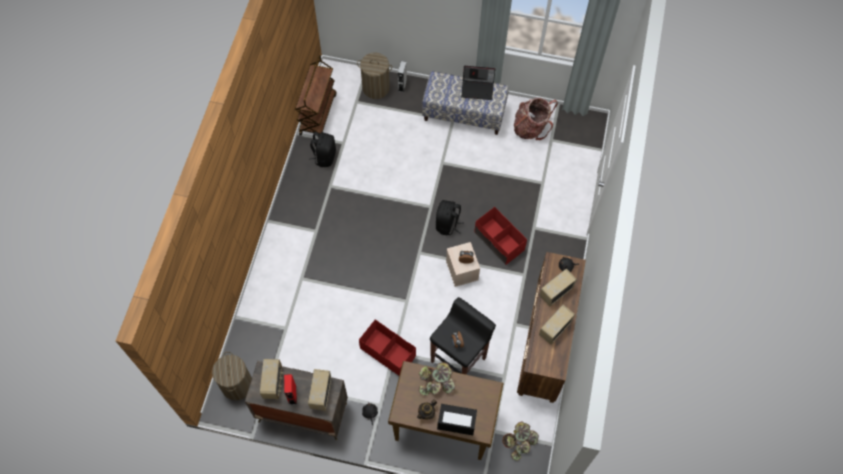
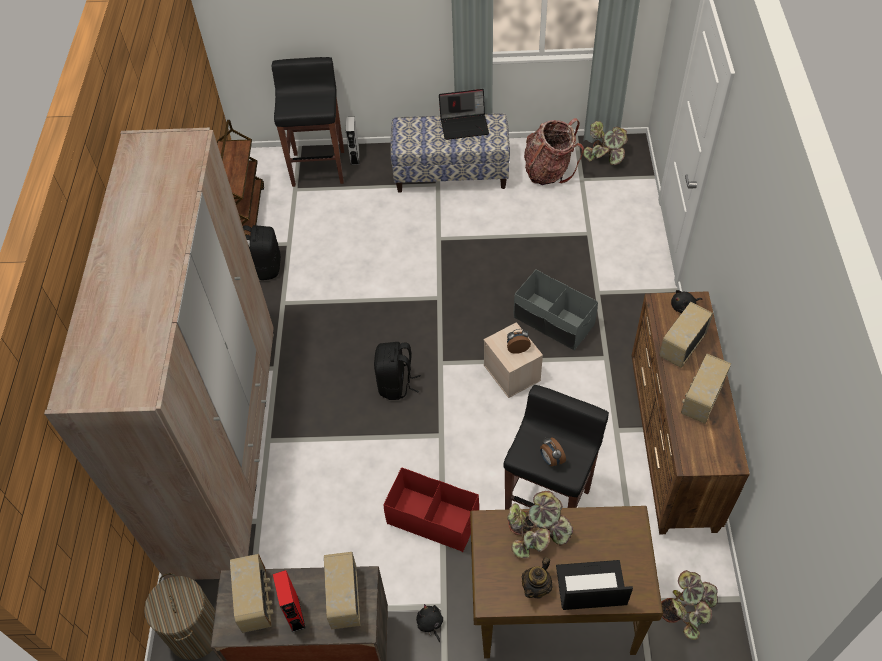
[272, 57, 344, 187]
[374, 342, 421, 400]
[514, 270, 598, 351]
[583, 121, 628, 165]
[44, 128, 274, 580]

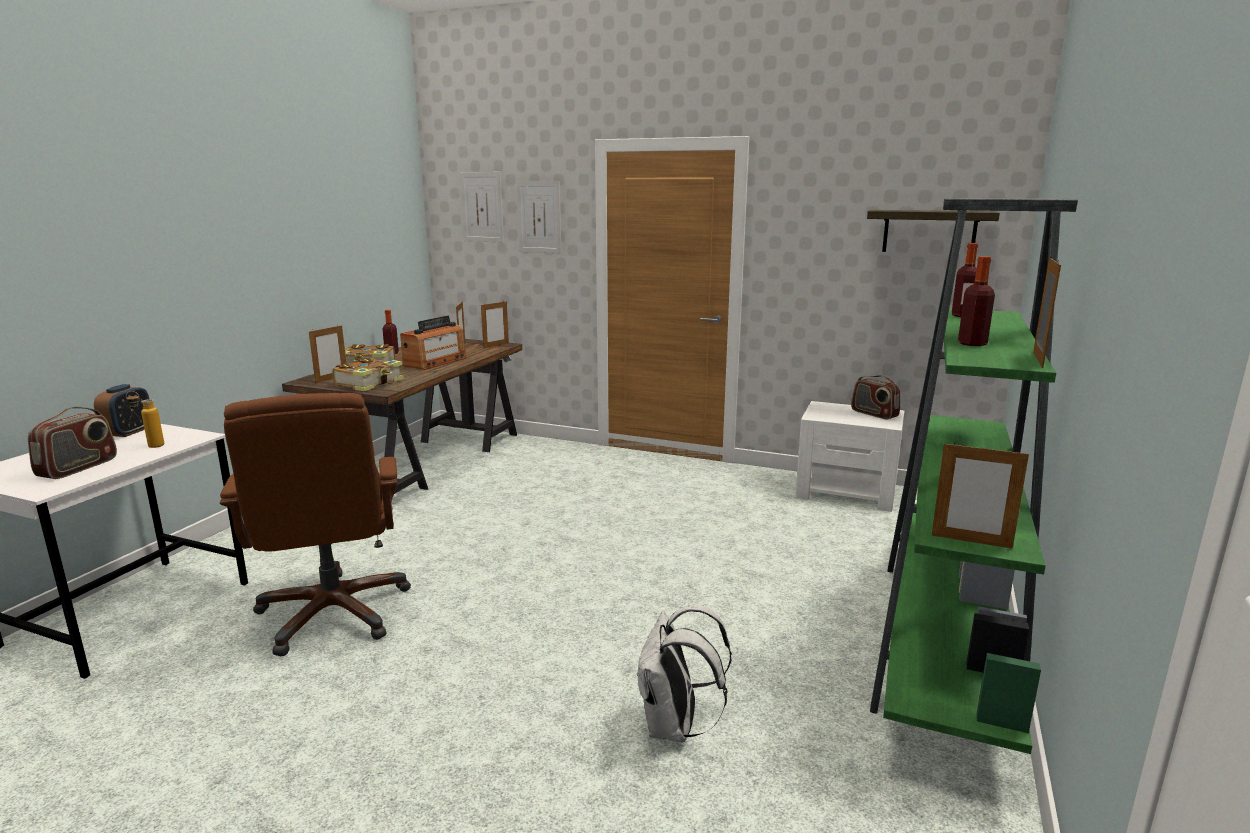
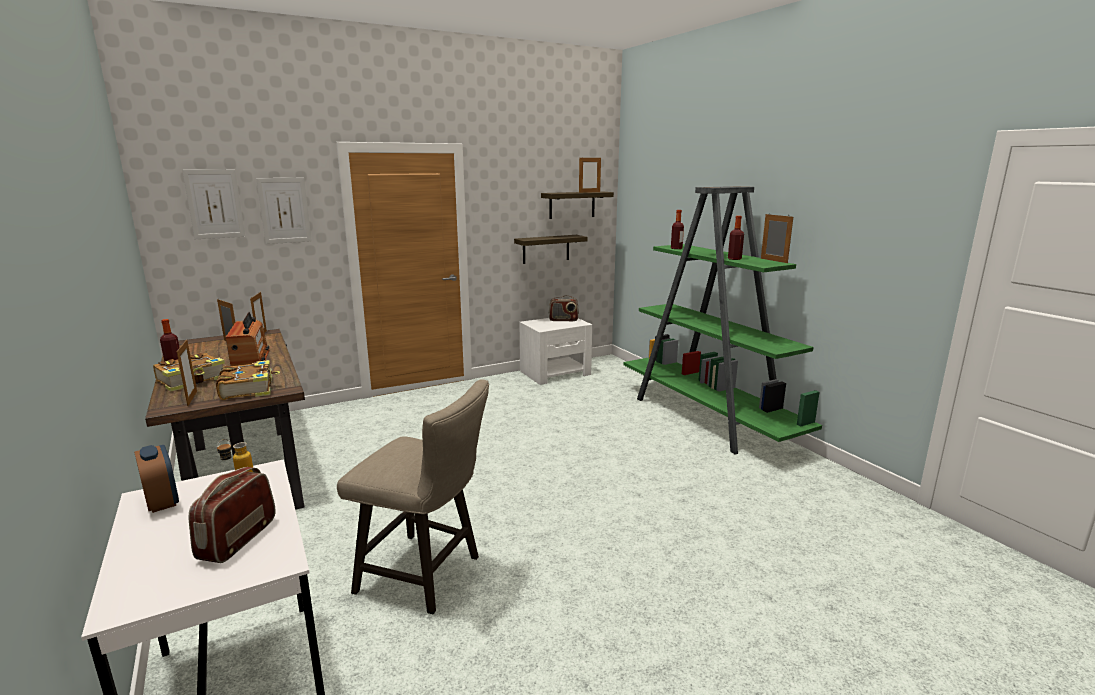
[337, 380, 489, 614]
[189, 467, 275, 563]
[579, 158, 601, 193]
[636, 605, 732, 743] (first image)
[514, 235, 588, 264]

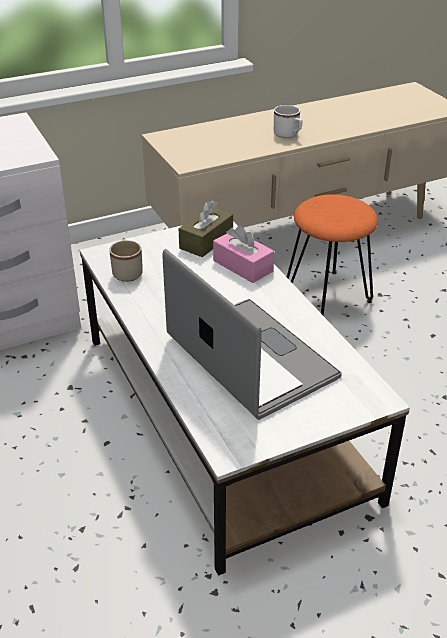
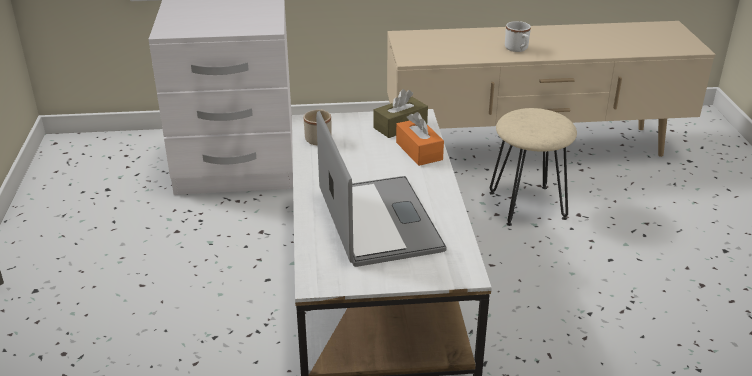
[490, 108, 577, 226]
[396, 112, 444, 166]

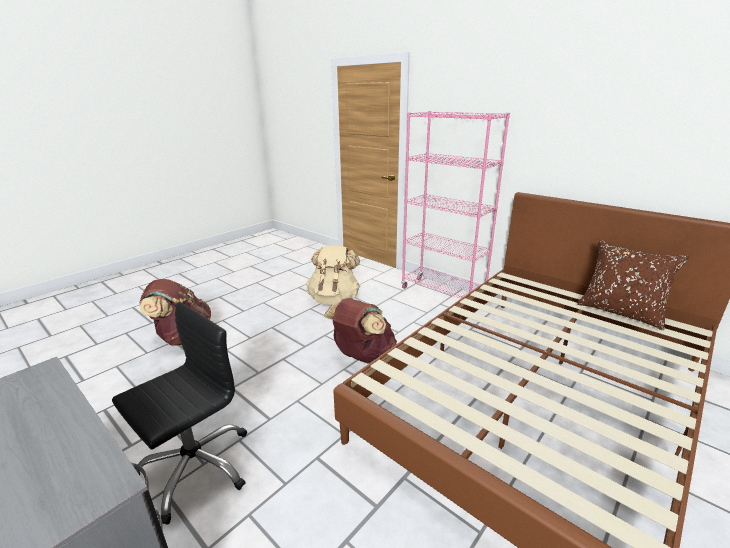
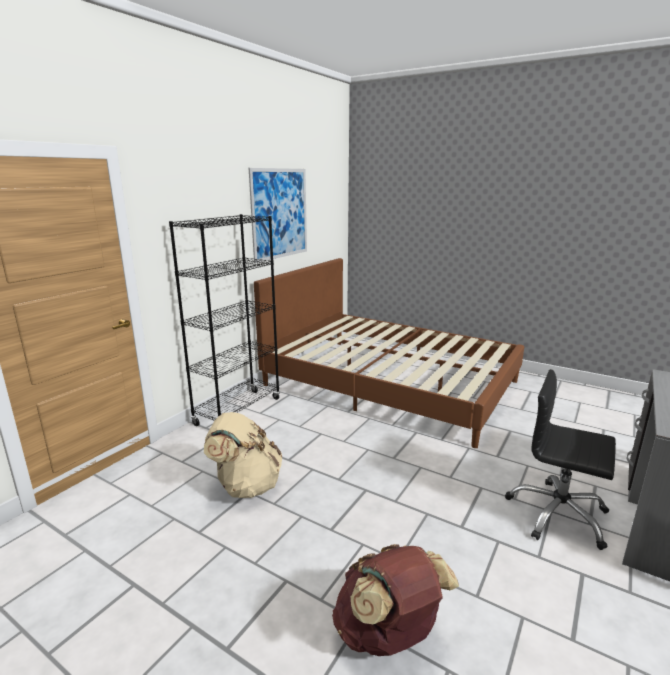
[169, 214, 280, 426]
[577, 239, 690, 331] (first image)
[323, 298, 397, 364] (first image)
[249, 168, 307, 263]

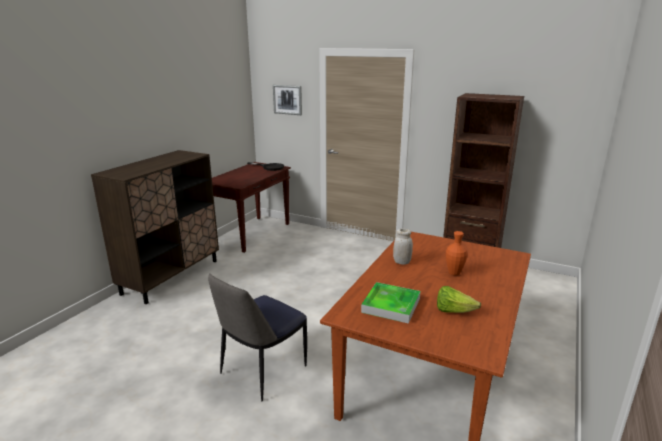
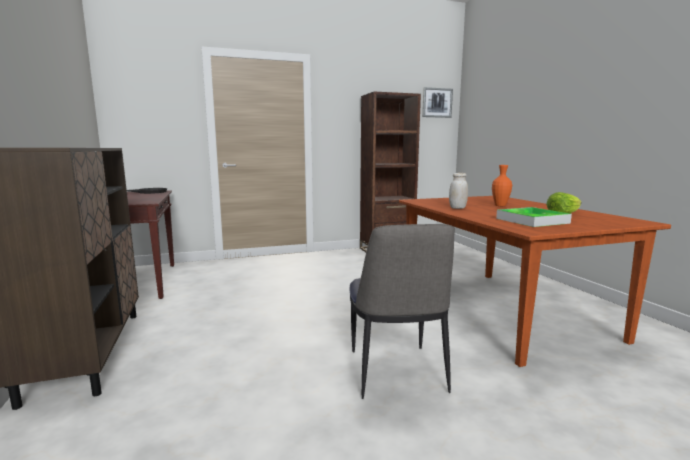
[422, 87, 453, 118]

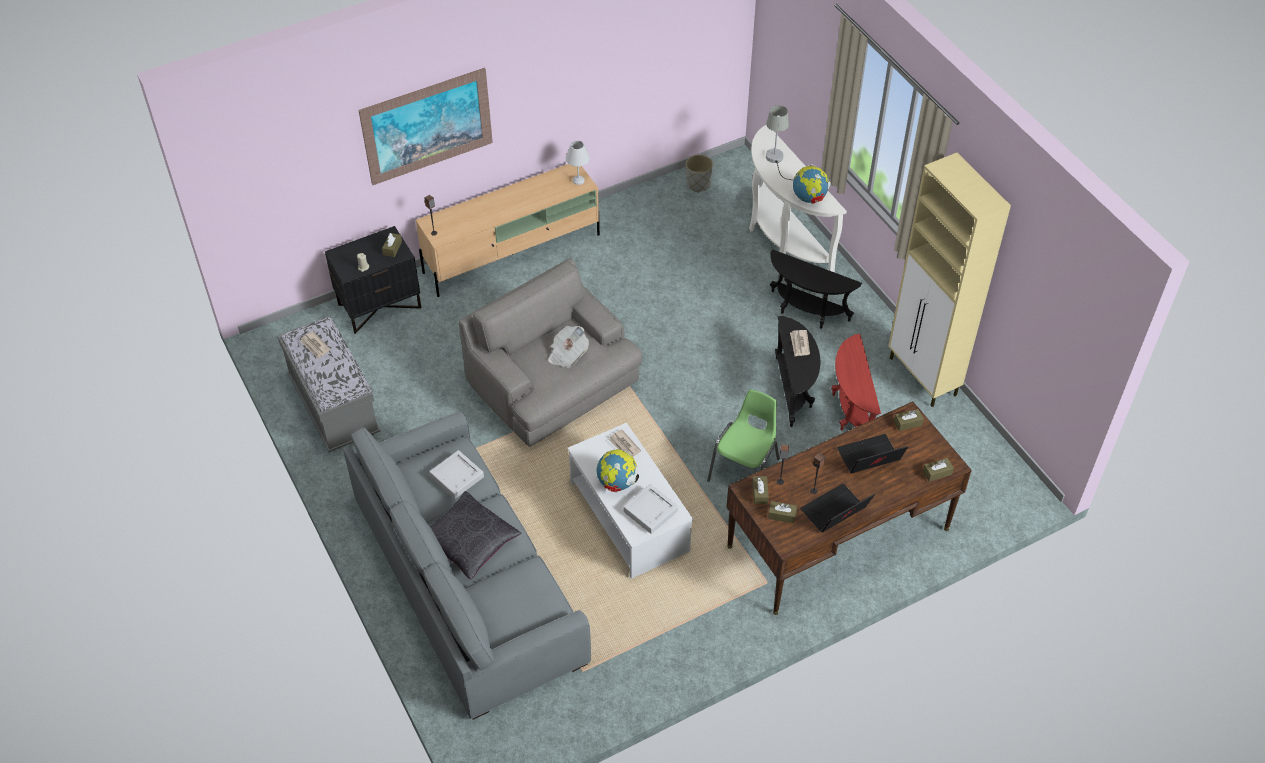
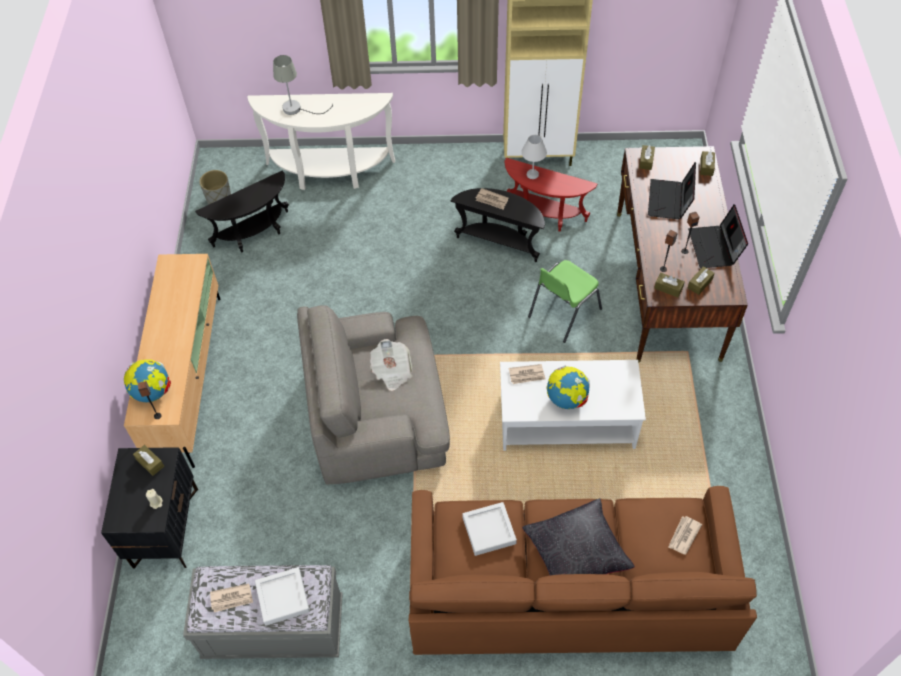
[359, 68, 493, 185] (first image)
[521, 135, 547, 179]
[124, 359, 171, 402]
[195, 170, 289, 253]
[528, 260, 602, 343]
[409, 486, 757, 655]
[255, 567, 310, 626]
[668, 516, 702, 554]

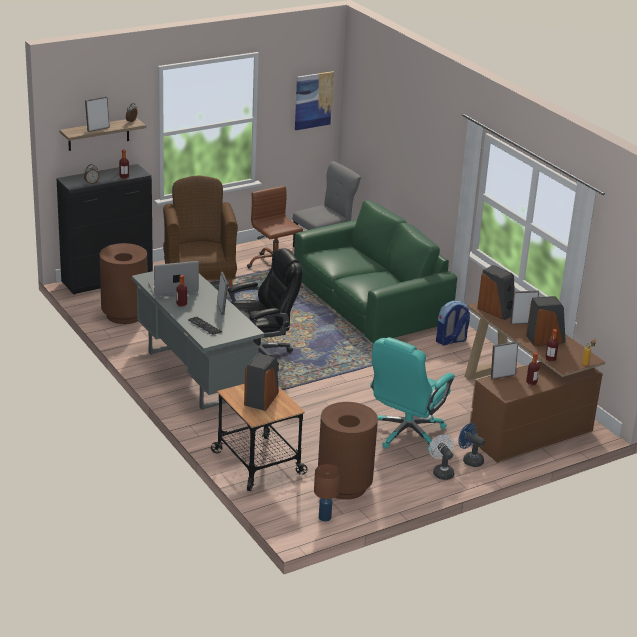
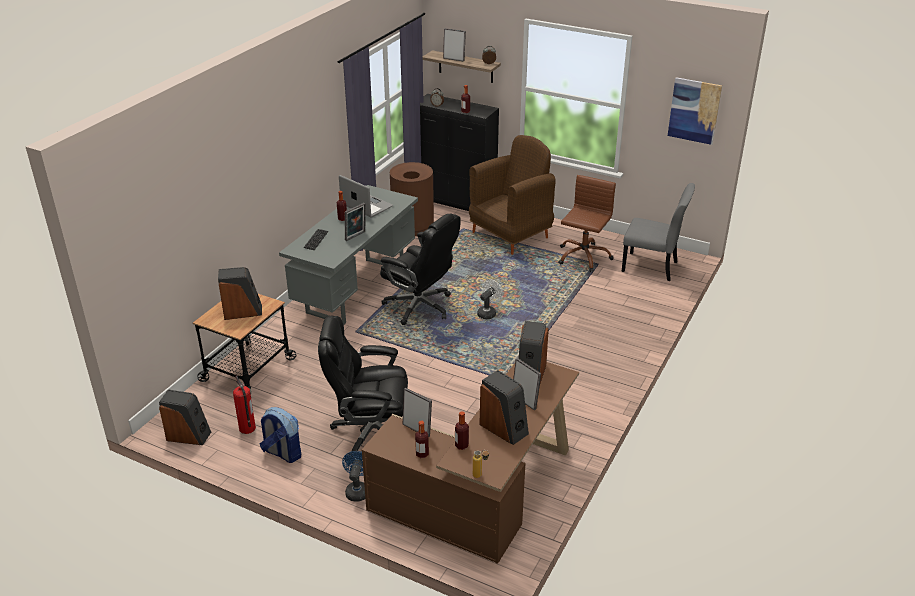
[294, 200, 457, 343] (first image)
[260, 407, 301, 463]
[318, 316, 408, 458]
[233, 376, 256, 434]
[477, 279, 503, 319]
[159, 389, 211, 445]

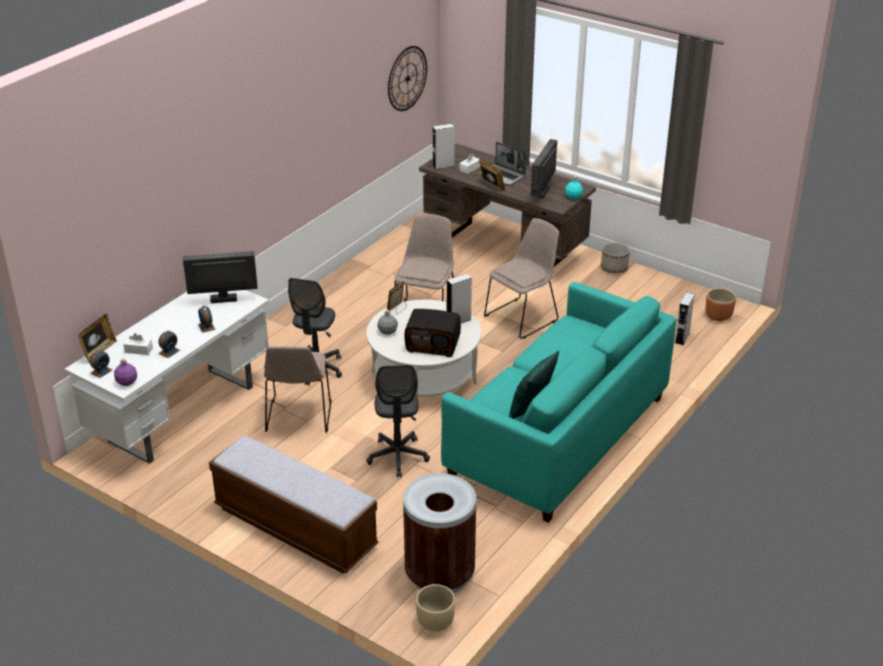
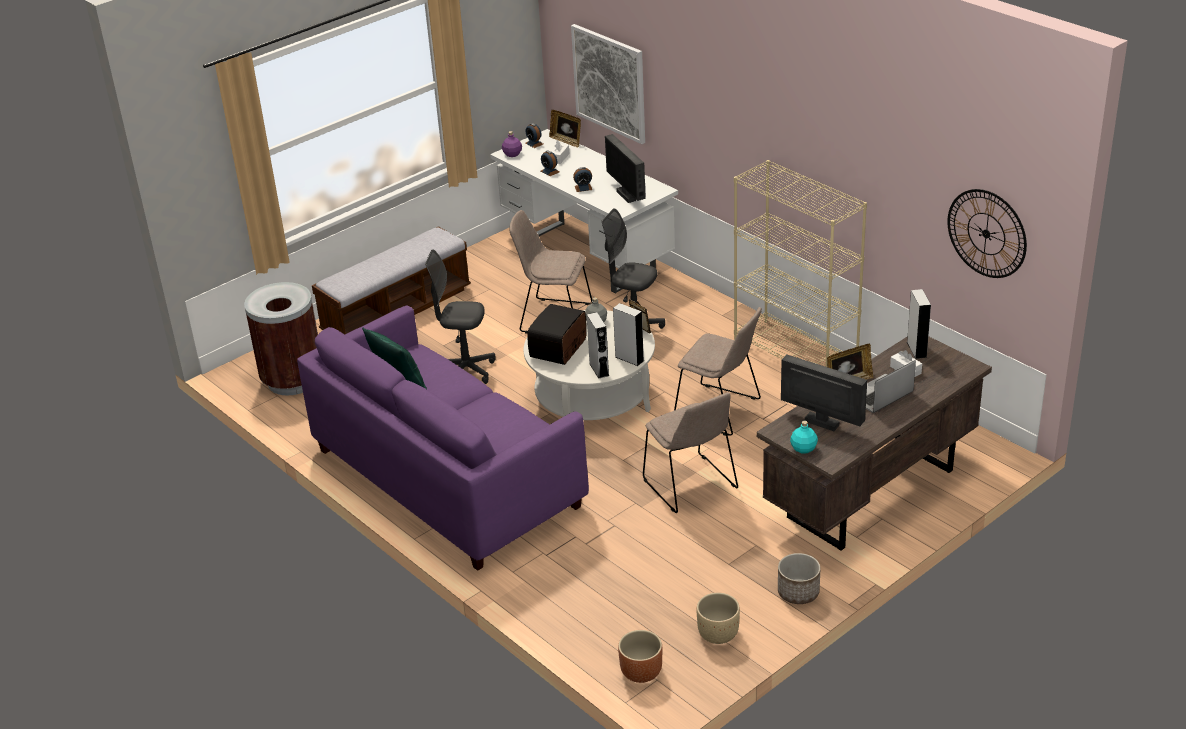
[605, 134, 646, 203]
[297, 306, 589, 571]
[613, 303, 644, 366]
[696, 593, 740, 644]
[571, 24, 645, 144]
[734, 160, 867, 367]

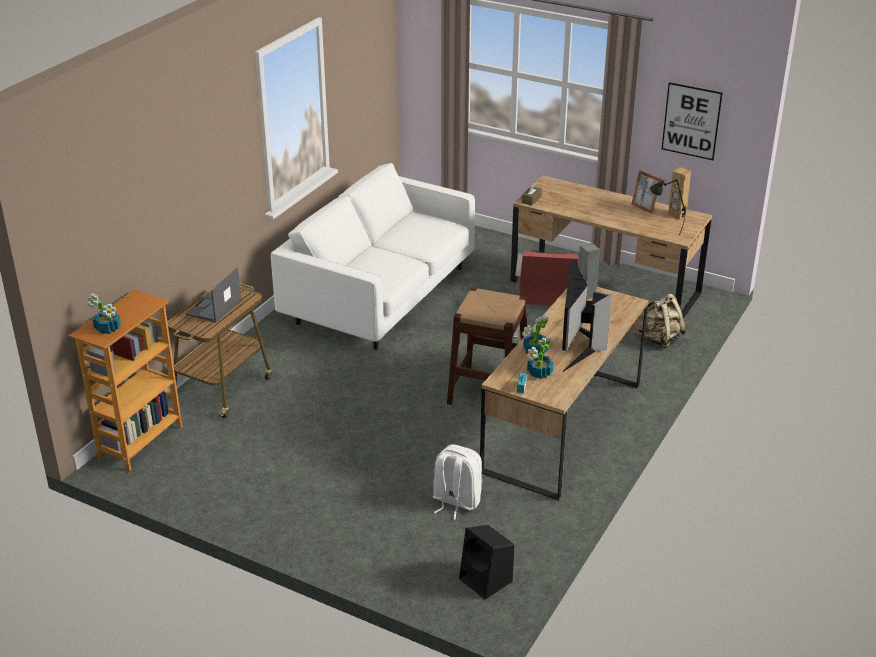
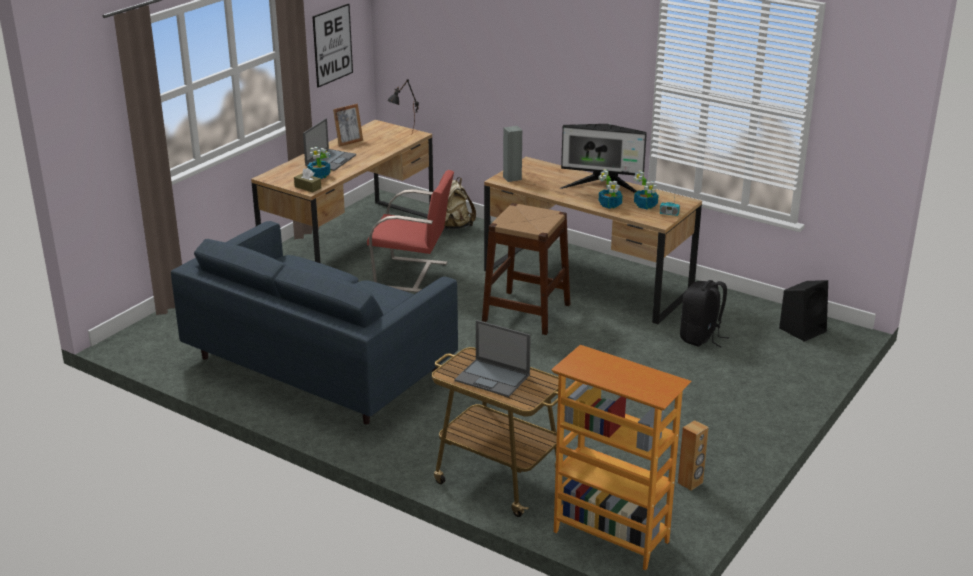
[171, 221, 458, 425]
[678, 420, 709, 491]
[307, 147, 331, 179]
[680, 280, 729, 348]
[303, 118, 356, 171]

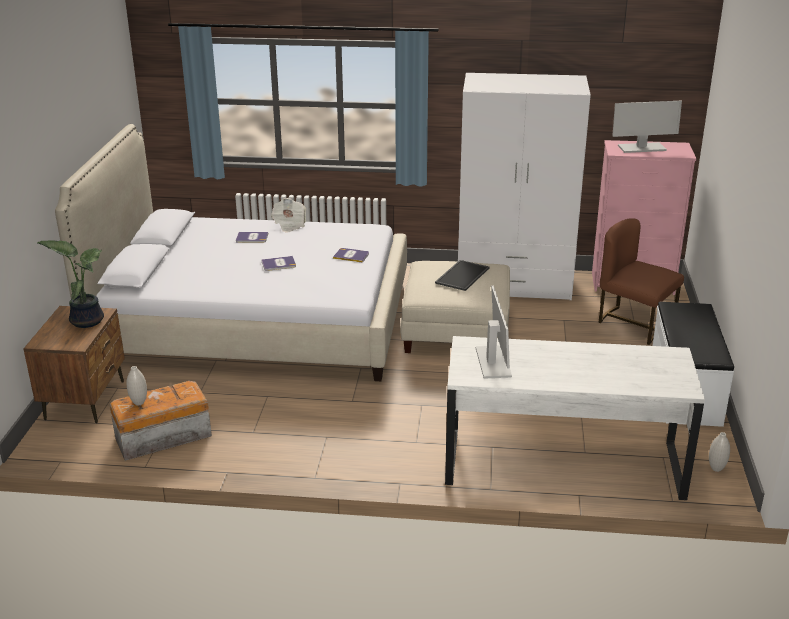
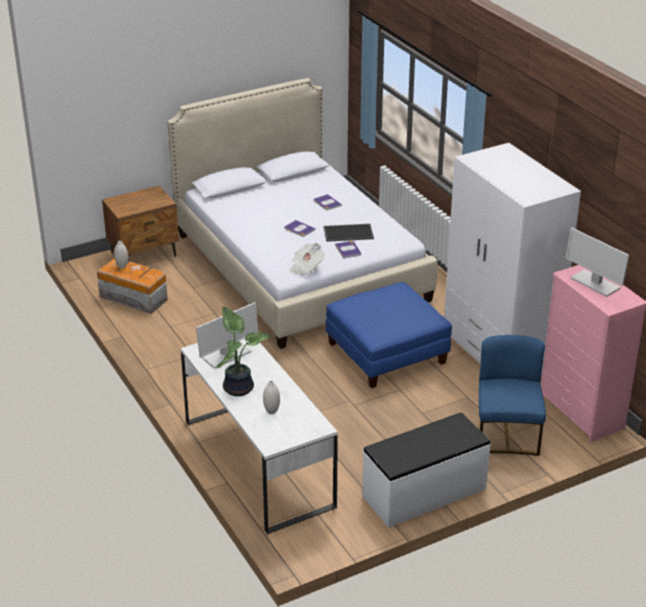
[289, 243, 325, 275]
[479, 335, 546, 456]
[216, 307, 270, 396]
[324, 224, 374, 242]
[326, 282, 452, 388]
[263, 380, 280, 414]

